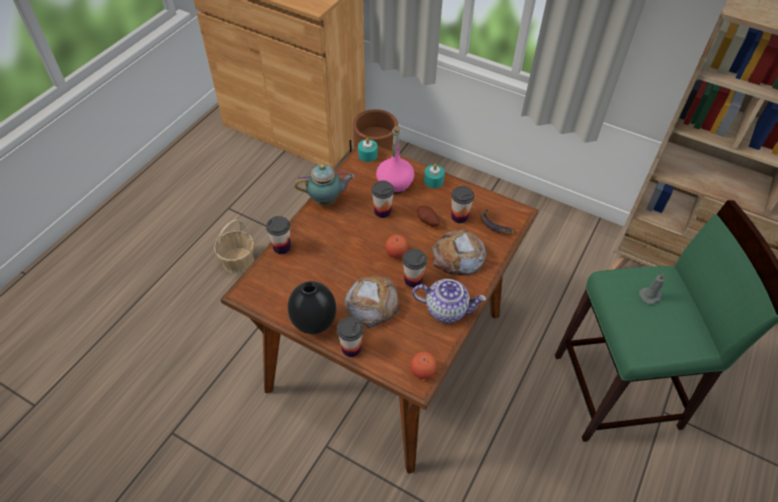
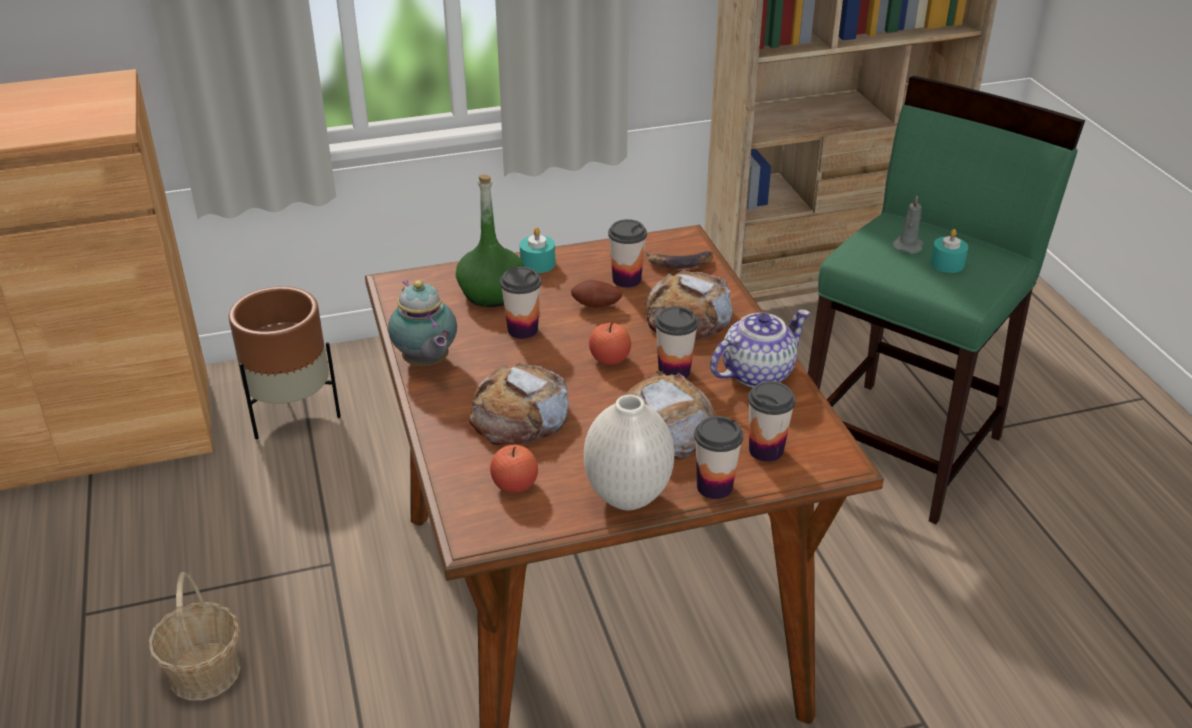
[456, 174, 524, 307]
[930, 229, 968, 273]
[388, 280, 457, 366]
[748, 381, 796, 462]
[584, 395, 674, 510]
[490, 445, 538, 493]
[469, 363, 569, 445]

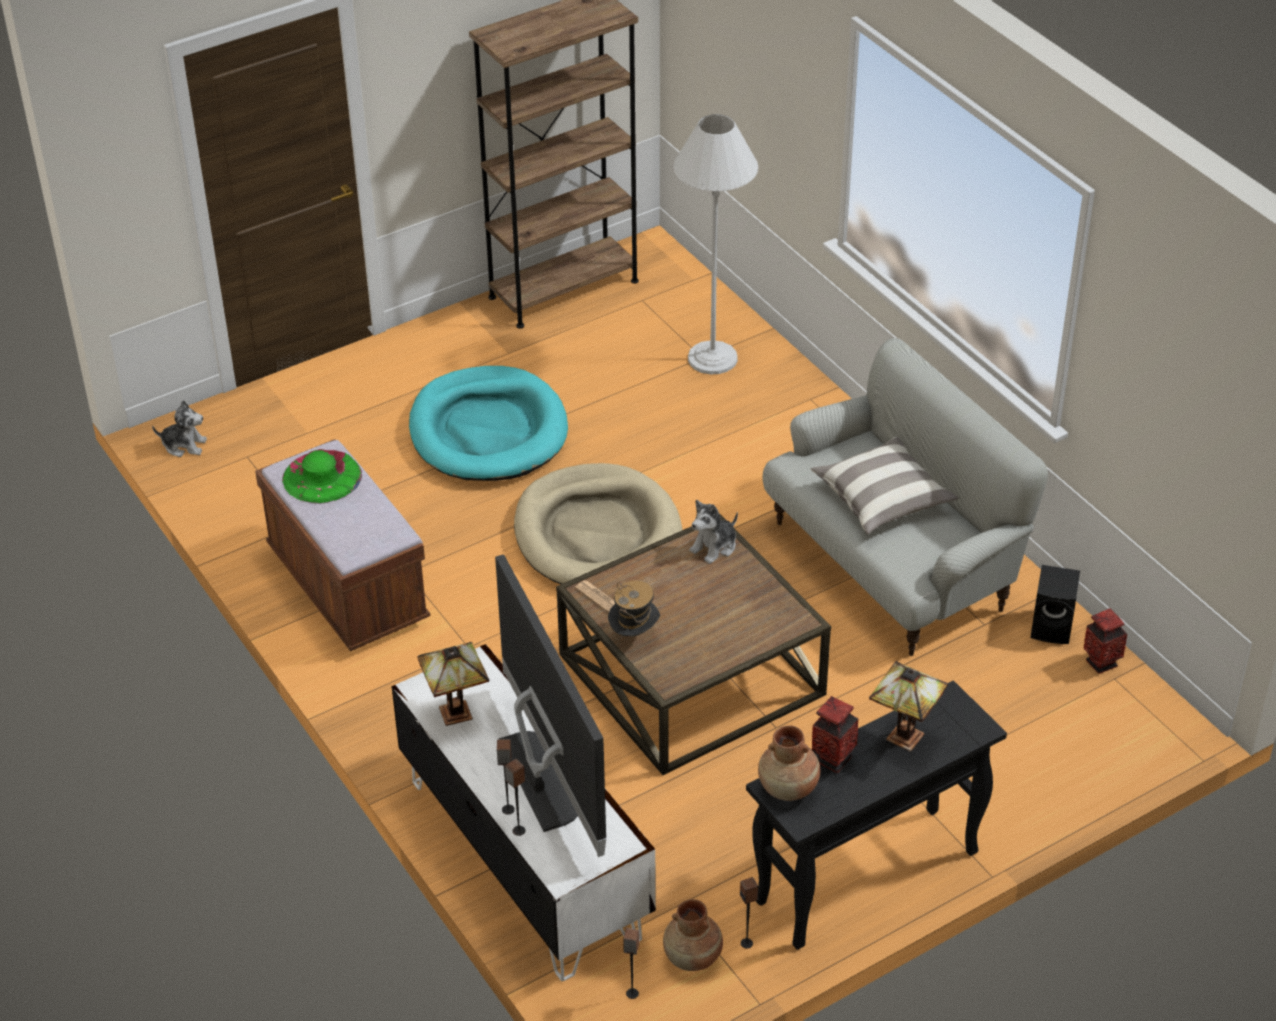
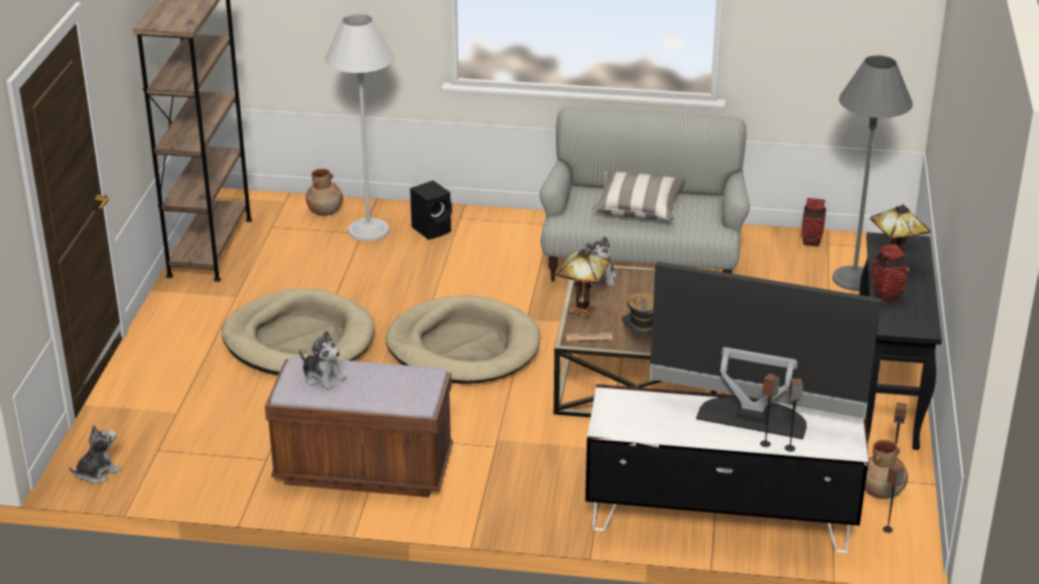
[222, 289, 375, 375]
[299, 331, 346, 390]
[410, 180, 452, 240]
[557, 249, 611, 317]
[306, 169, 343, 216]
[833, 55, 913, 291]

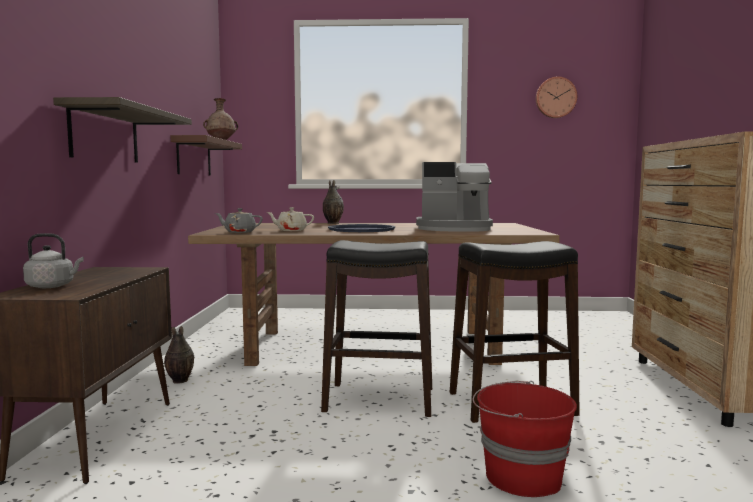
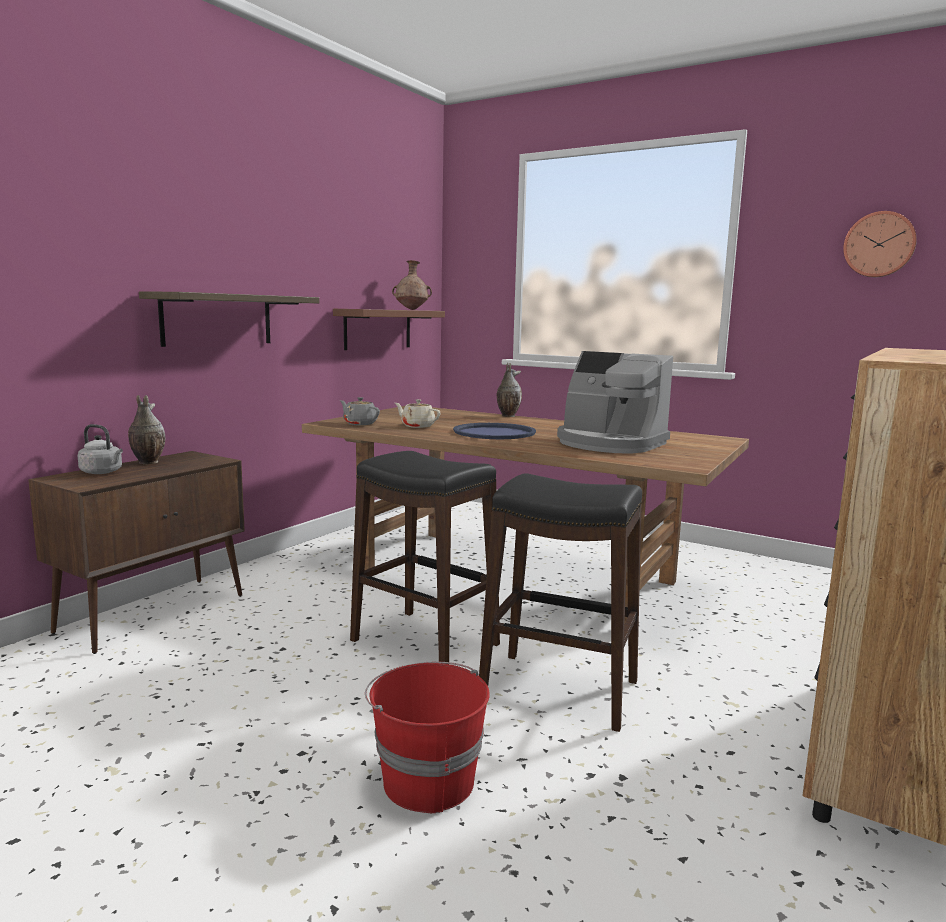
[128, 395, 165, 464]

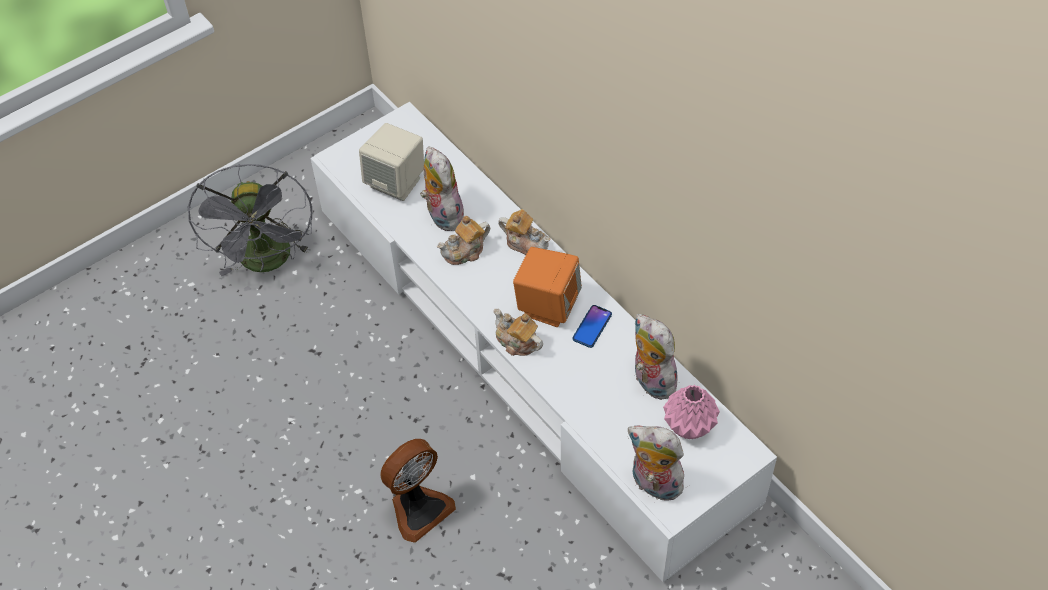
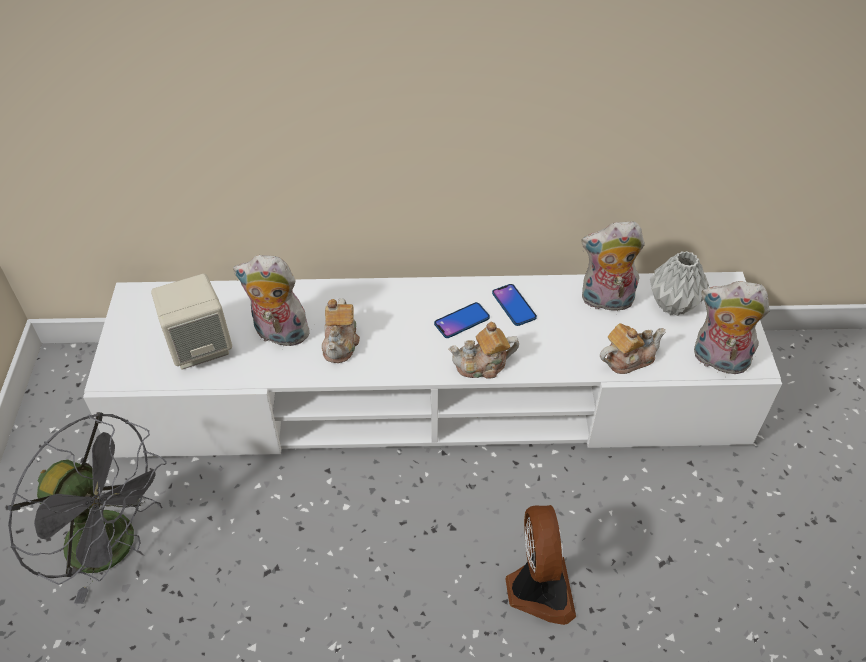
[600, 323, 666, 374]
[434, 302, 490, 338]
[650, 251, 709, 316]
[694, 281, 770, 374]

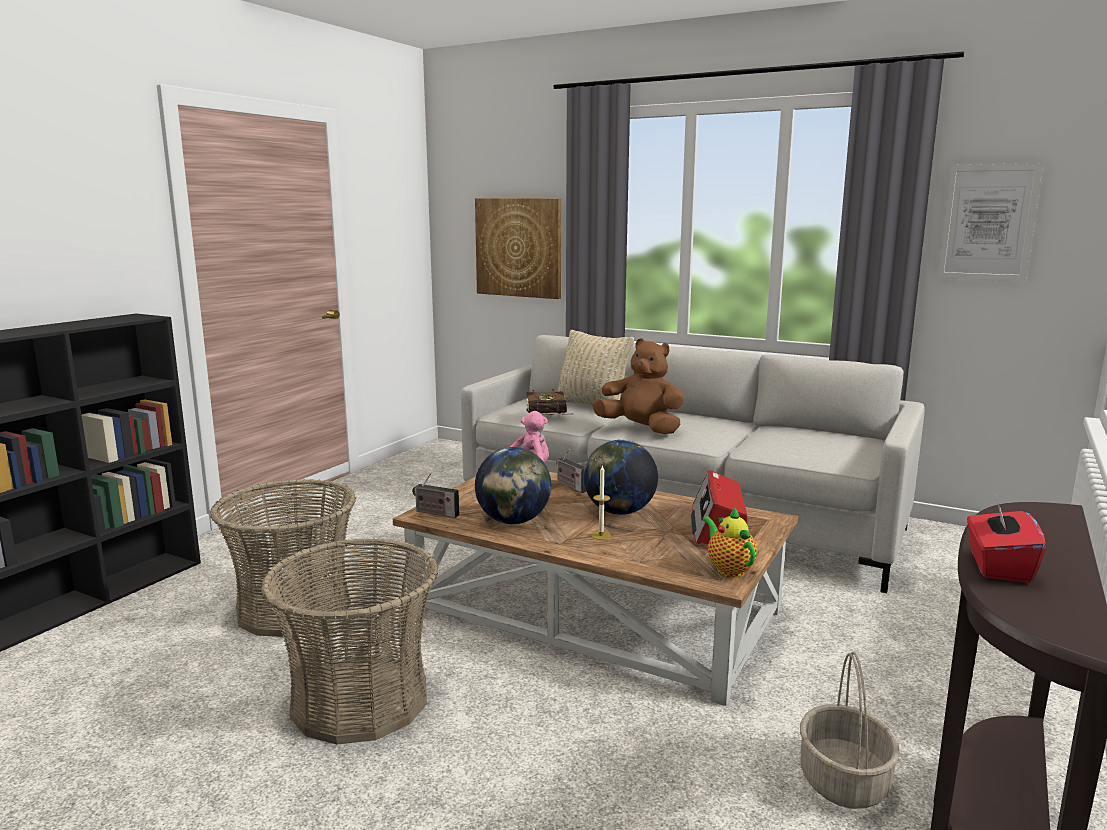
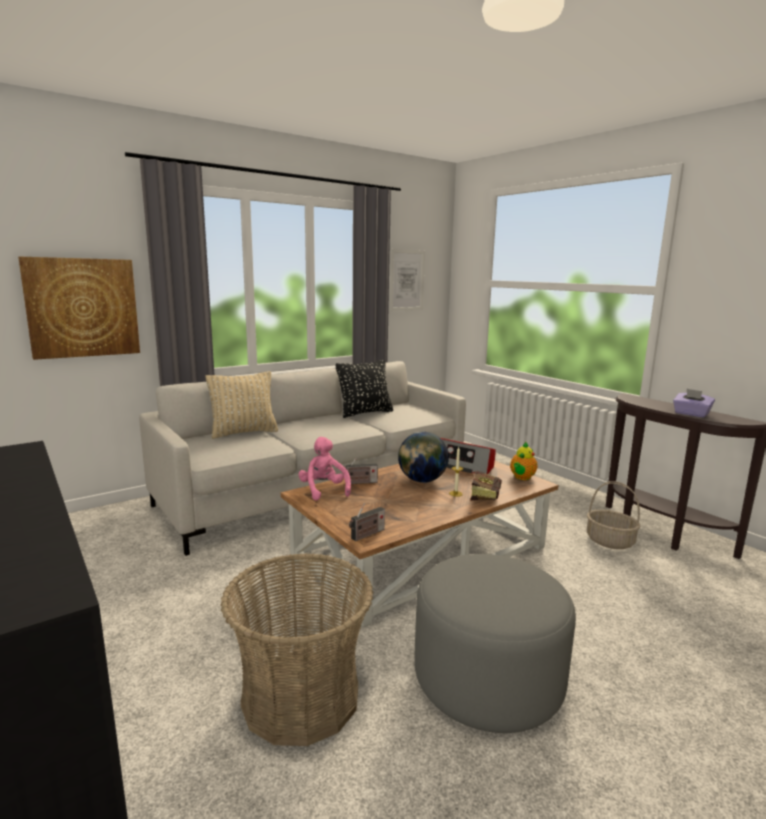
[592, 338, 684, 434] (first image)
[471, 470, 502, 500]
[475, 447, 551, 524] (first image)
[673, 389, 715, 418]
[510, 442, 538, 480]
[414, 554, 576, 733]
[336, 360, 393, 418]

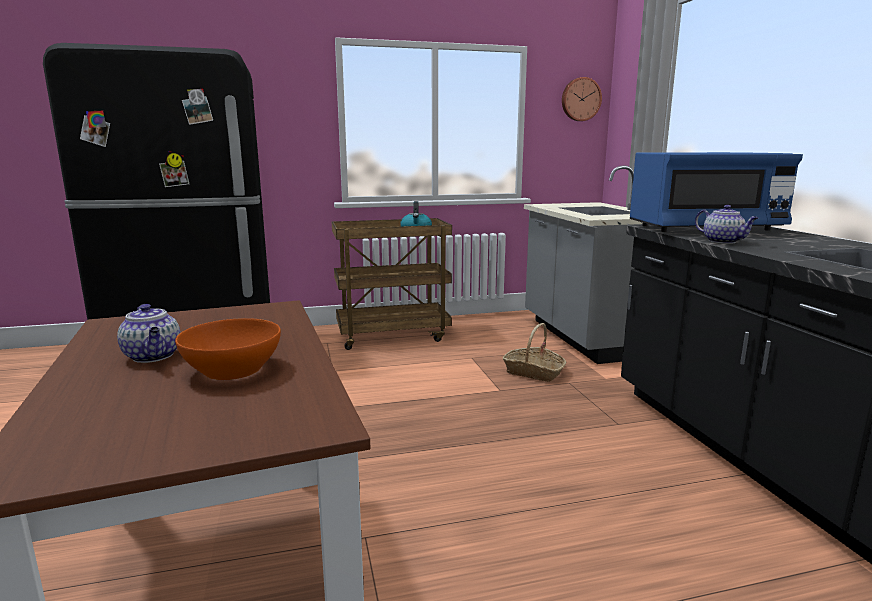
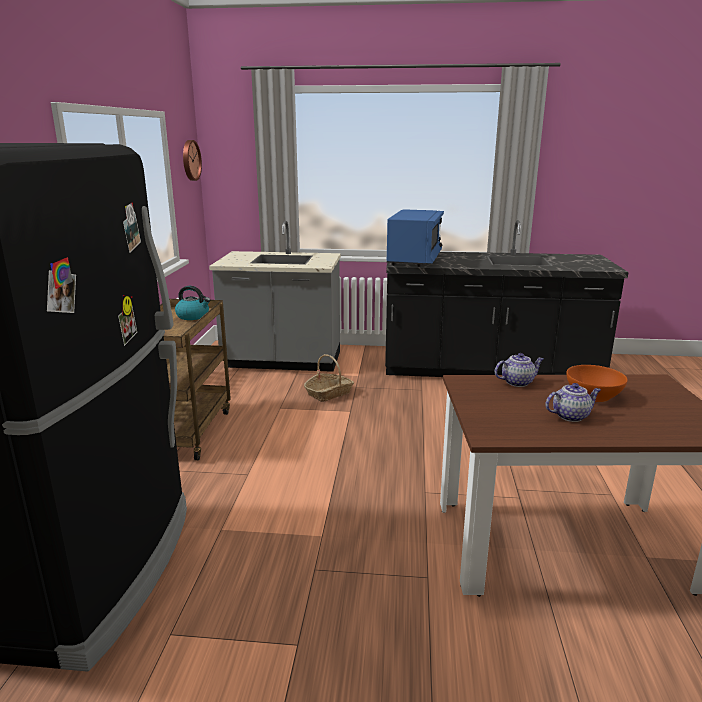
[495, 353, 543, 387]

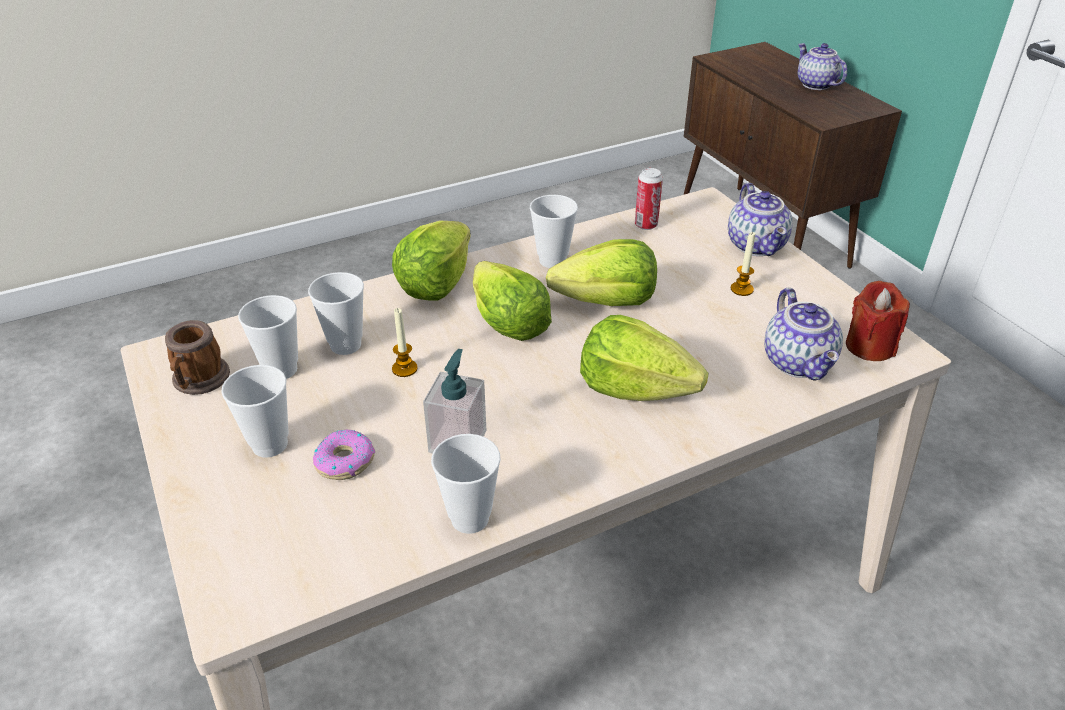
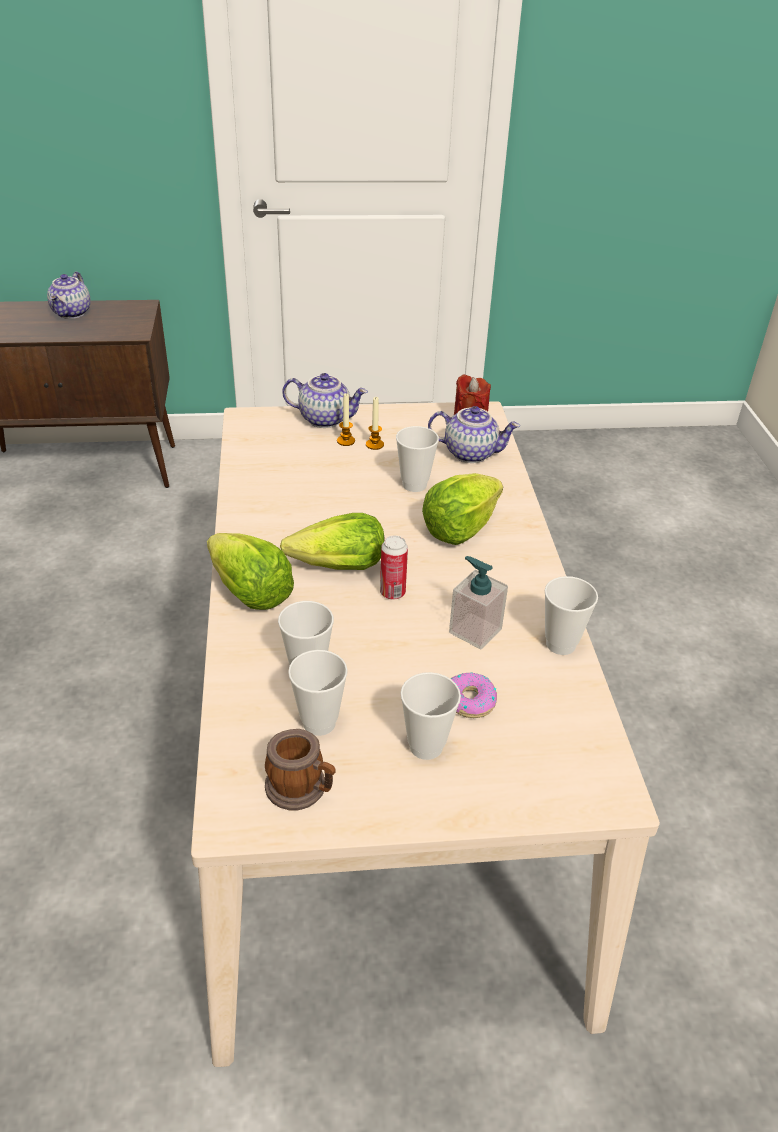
[47, 272, 91, 319]
[380, 536, 408, 600]
[396, 426, 439, 492]
[546, 239, 657, 306] (first image)
[337, 394, 355, 446]

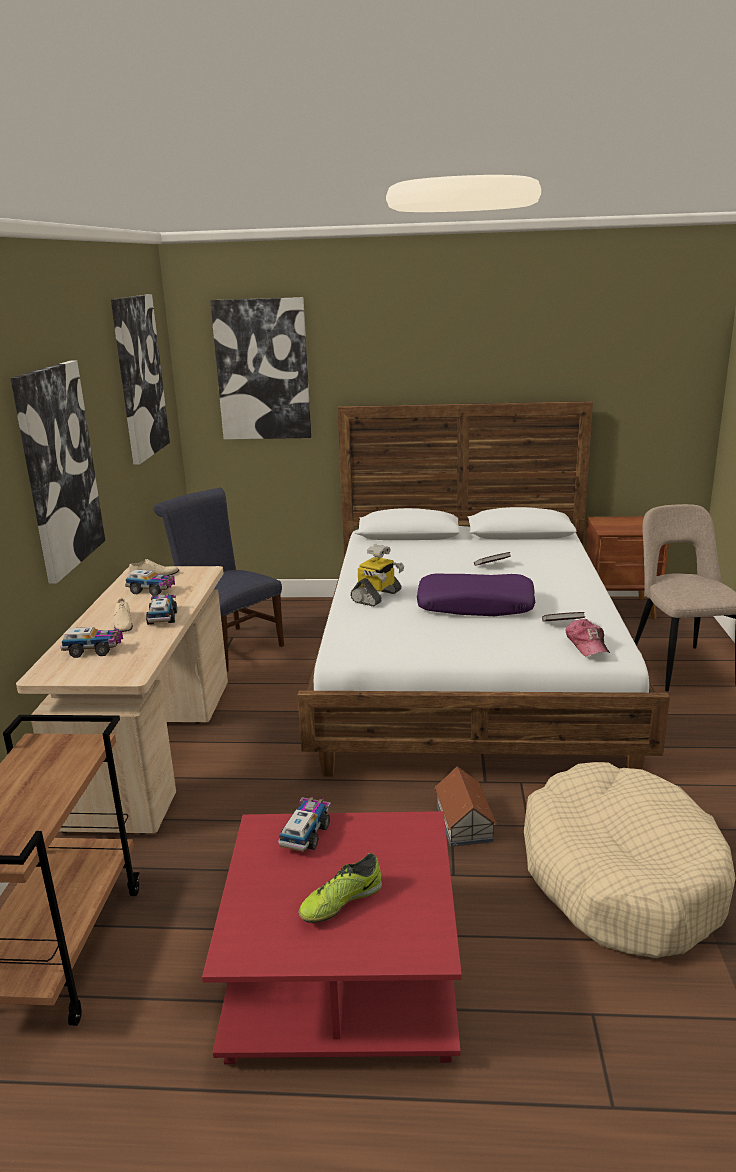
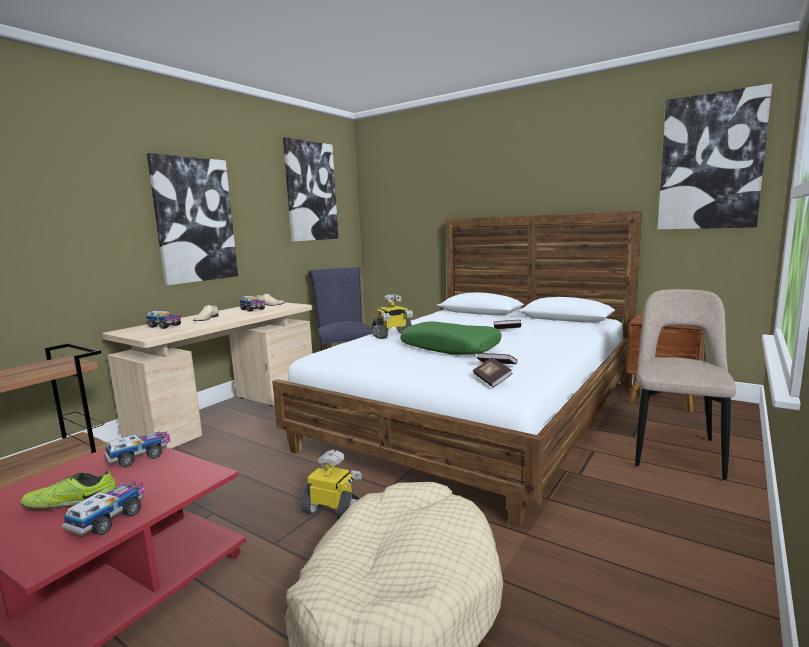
[658, 84, 772, 230]
[400, 321, 502, 355]
[62, 481, 145, 536]
[473, 358, 513, 387]
[300, 450, 362, 520]

